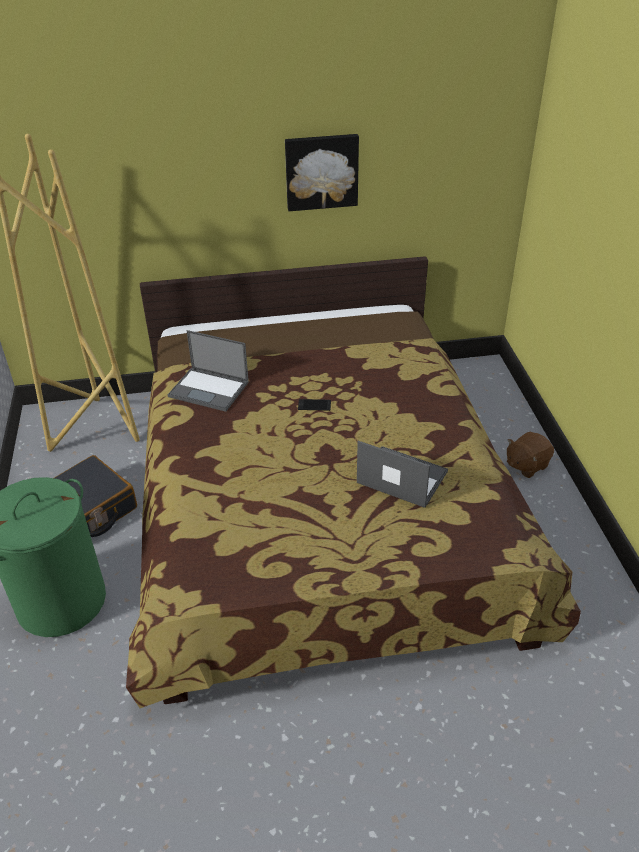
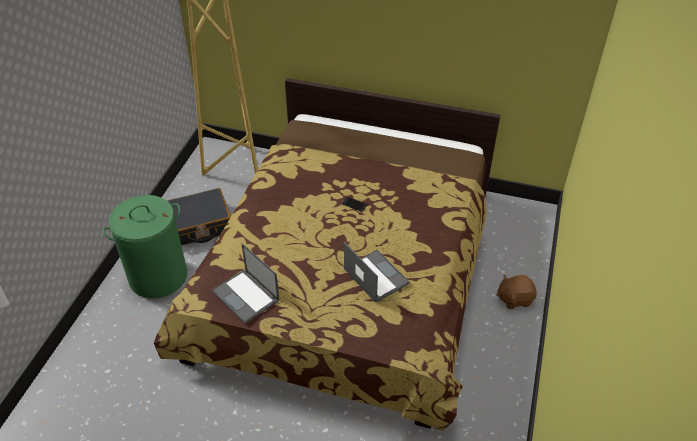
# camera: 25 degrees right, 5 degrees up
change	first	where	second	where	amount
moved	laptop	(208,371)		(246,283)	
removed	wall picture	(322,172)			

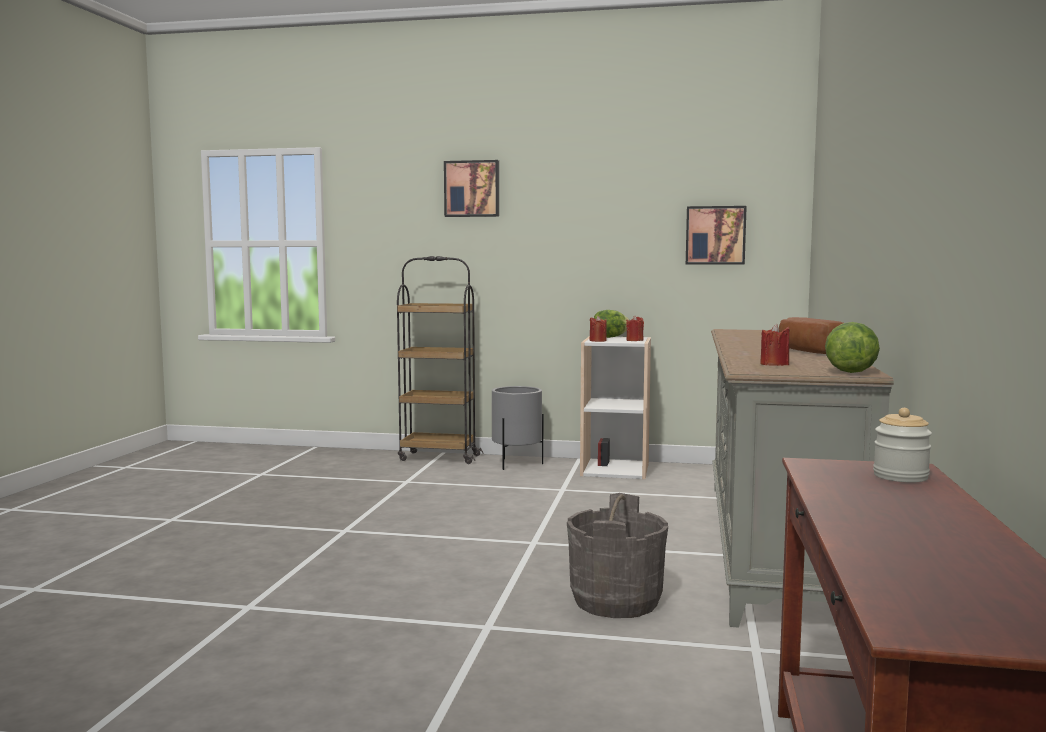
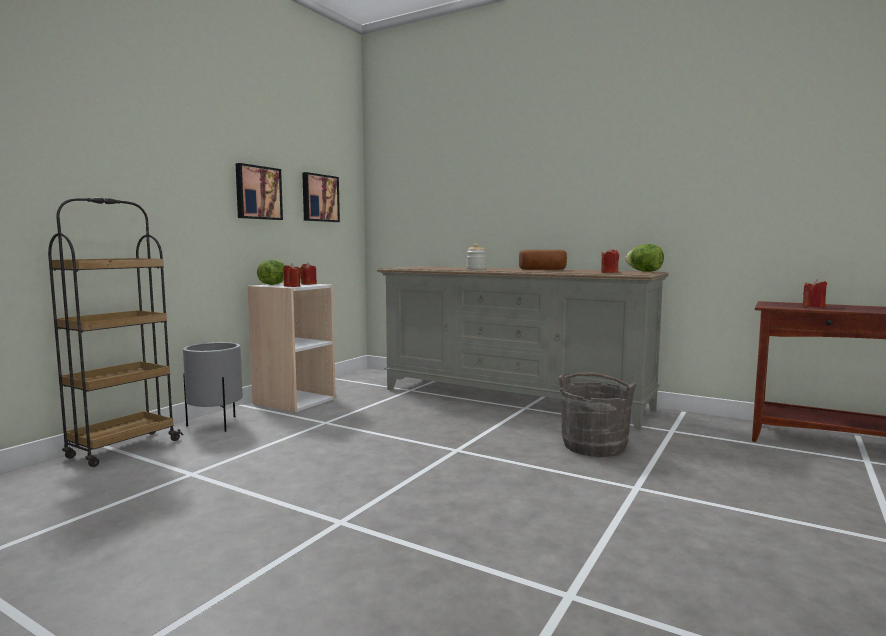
# camera: 70 degrees left, 0 degrees up
change	first	where	second	where	amount
moved	wall picture	(471,188)		(259,191)	
moved	preserve jar	(902,445)		(476,257)	
added			wax light (reddish)	(815,293)	

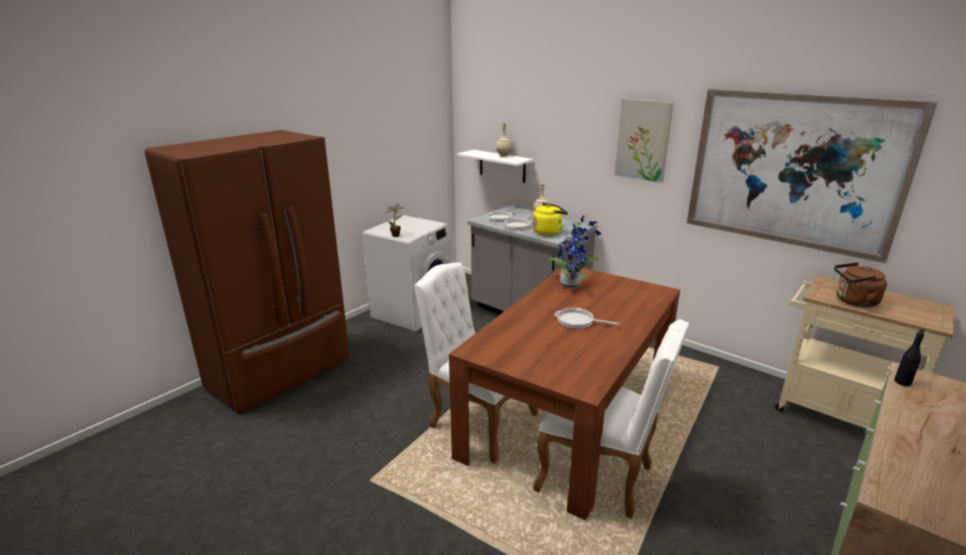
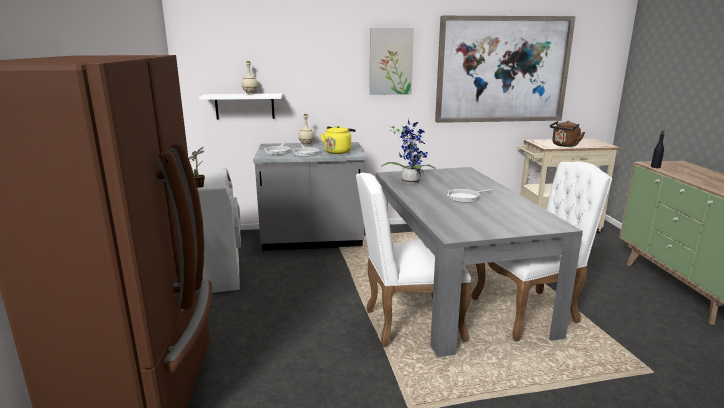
# camera: 45 degrees left, 5 degrees down
change	first	where	second	where	amount
recoloured	dining table (brown)	(564,393)	dining table (gray)	(479,262)	

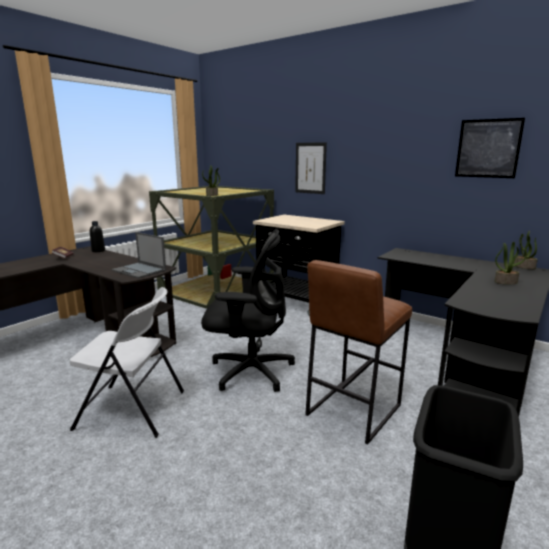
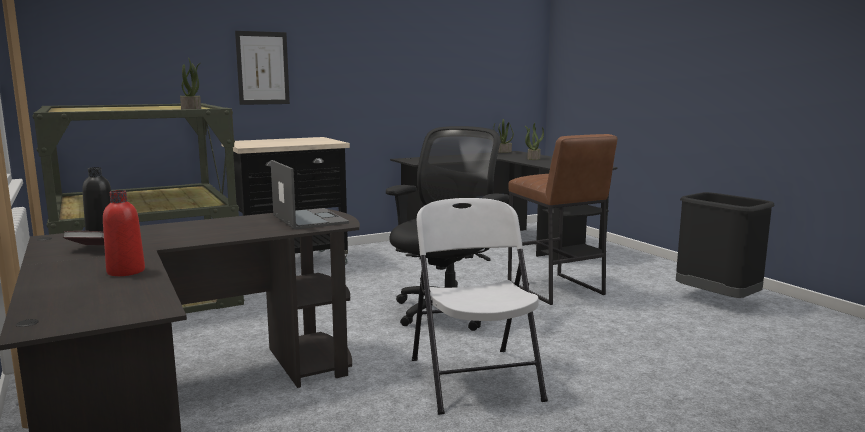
# camera: 65 degrees left, 5 degrees down
change	first	where	second	where	amount
added			drink bottle (reddish)	(124,233)	
turned	laptop	(139,255)		(309,195)	90 degrees counterclockwise
turned	plain chair (white-coloured)	(127,362)		(480,306)	45 degrees counterclockwise
removed	wall picture	(490,148)			

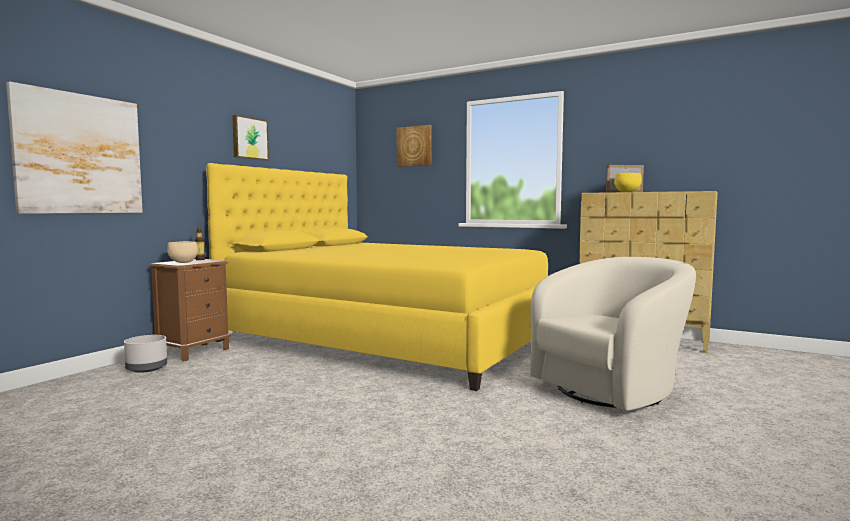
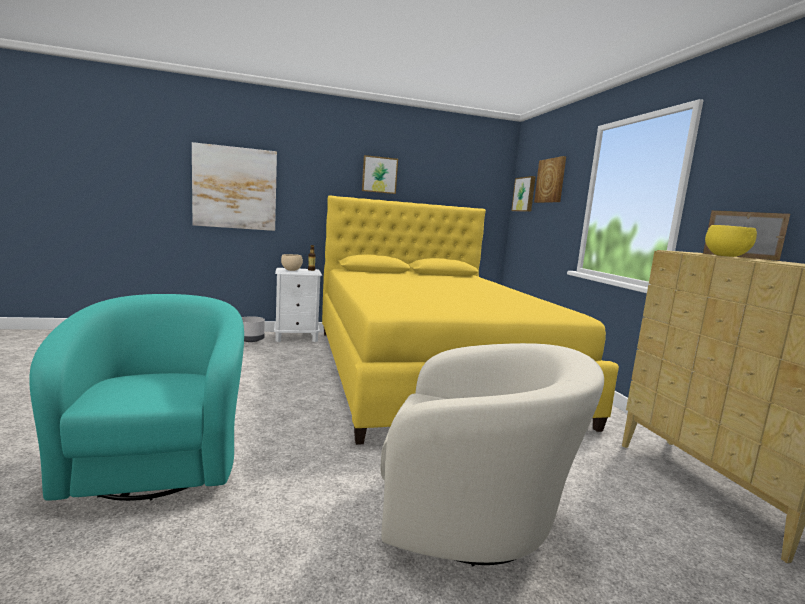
# camera: 45 degrees right, 5 degrees up
change	first	where	second	where	amount
added			easy chair (turquoise-coloured)	(136,397)	
recoloured	nightstand (brown)	(190,310)	nightstand (white-coloured)	(298,305)	
added			wall picture	(523,194)	

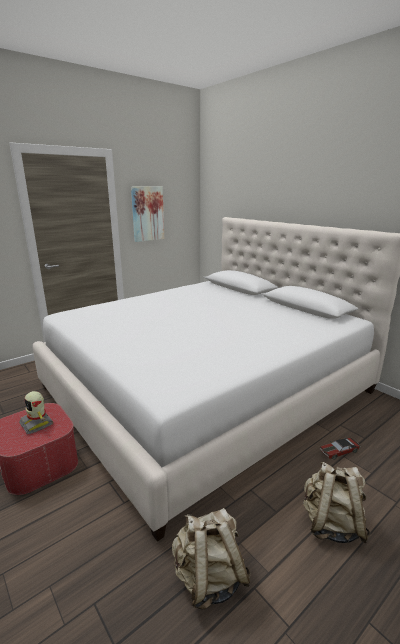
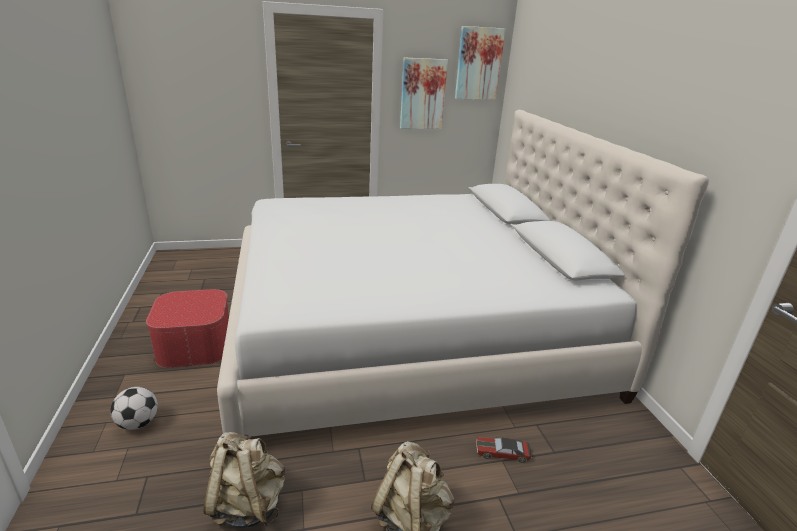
# camera: 25 degrees right, 5 degrees up
change	first	where	second	where	amount
added			football	(134,408)	
added			wall picture	(480,63)	
removed	model robot	(36,412)			

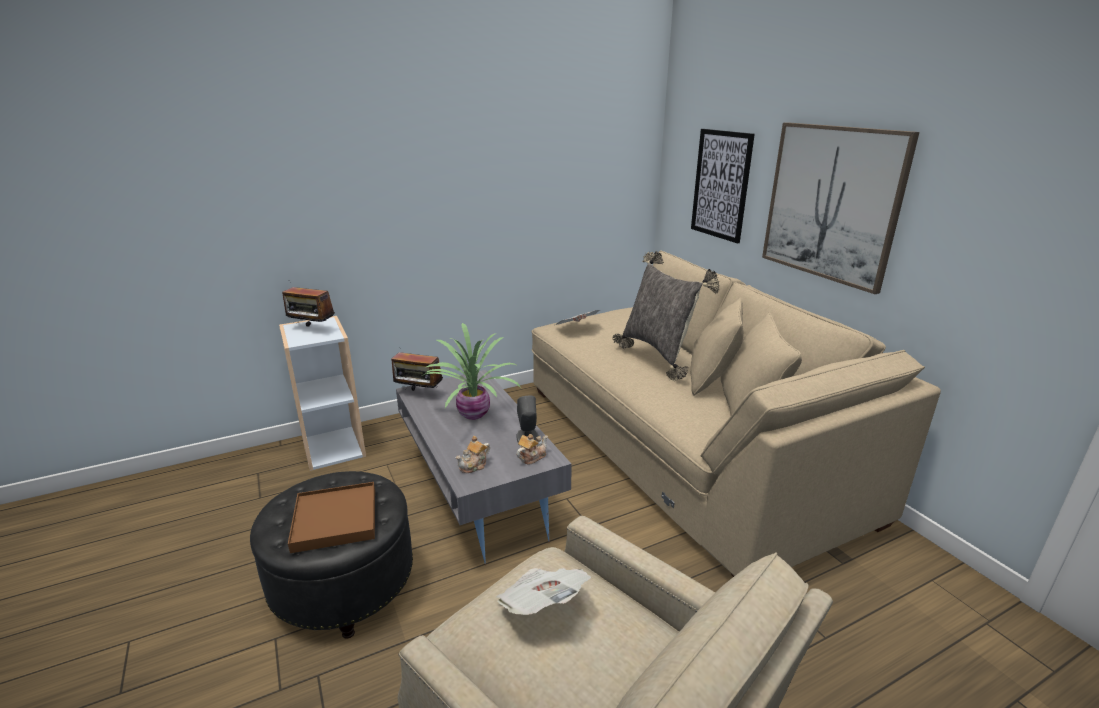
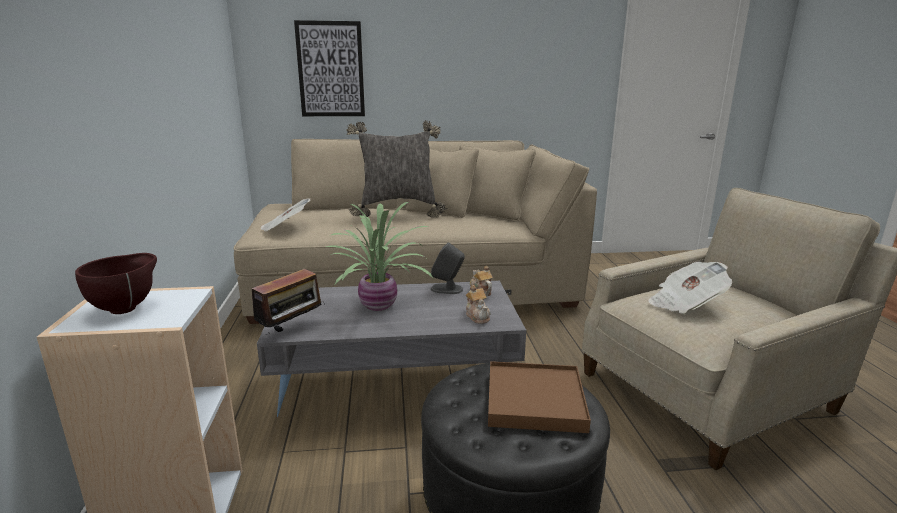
# camera: 70 degrees left, 5 degrees down
change	first	where	second	where	amount
replaced	radio	(308,303)	deep dish (brown)	(116,283)	
removed	wall picture	(840,208)			

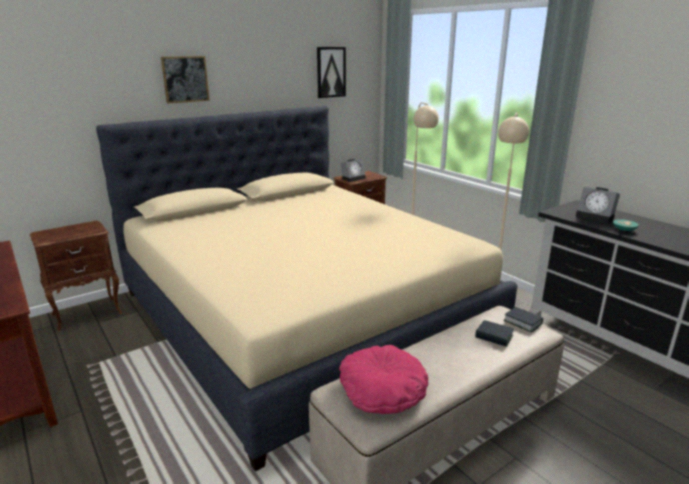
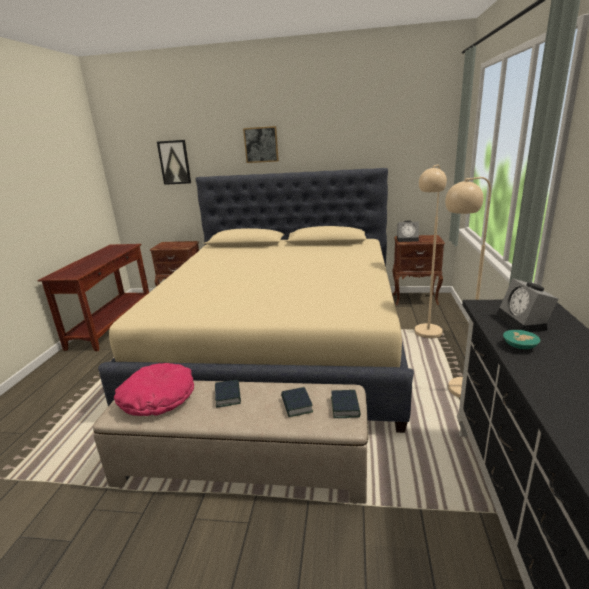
# camera: 45 degrees right, 0 degrees up
change	first	where	second	where	amount
moved	wall picture	(331,72)		(174,162)	
added			volume	(228,394)	

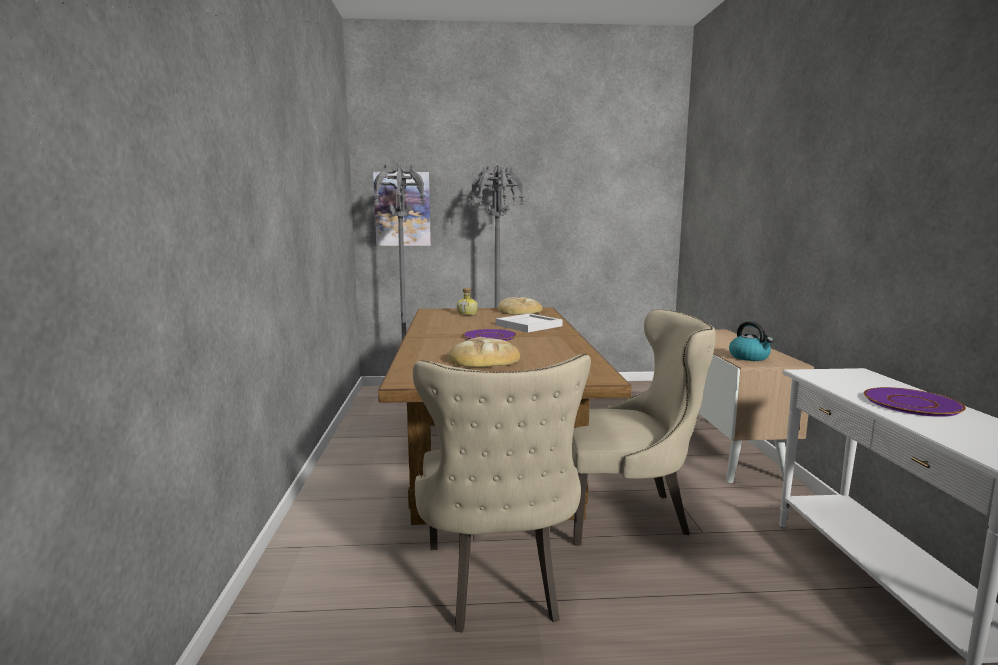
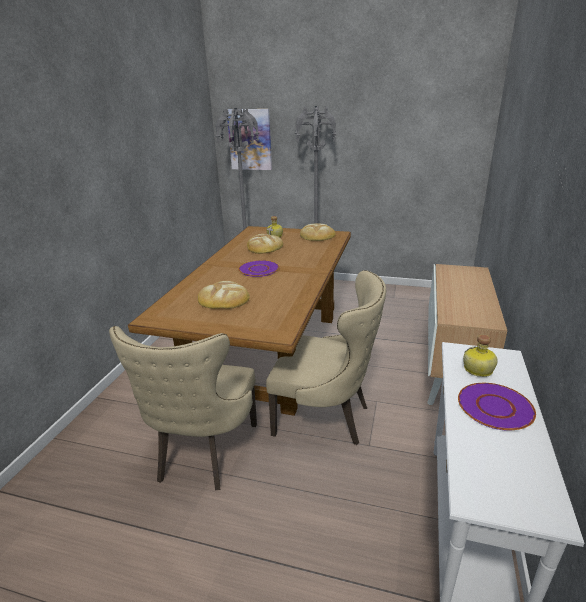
# camera: 20 degrees right, 15 degrees up
change	first	where	second	where	amount
added			bread	(265,244)	
added			drink bottle	(480,356)	
removed	carrying tray (white-coloured)	(529,322)			
removed	water kettle	(751,341)			

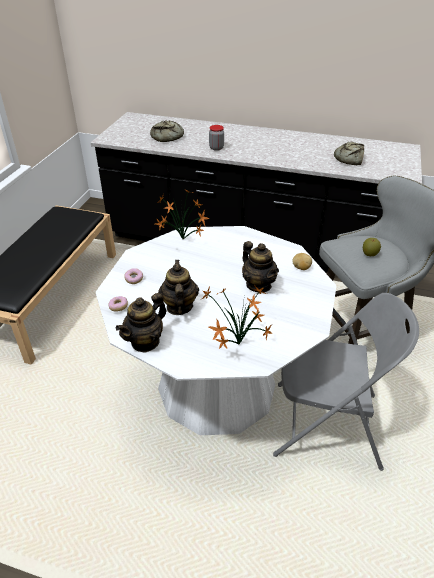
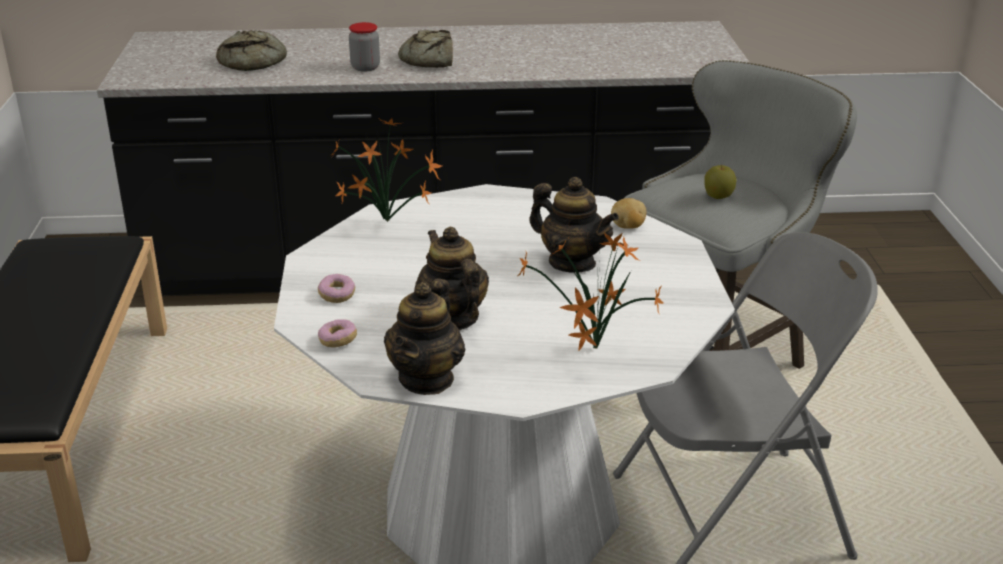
# camera: 20 degrees left, 10 degrees down
change	first	where	second	where	amount
moved	bread	(349,153)		(425,49)	

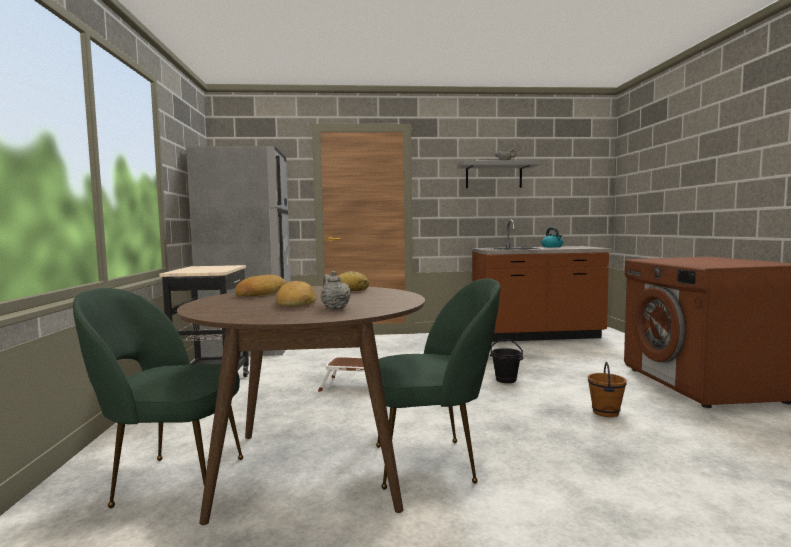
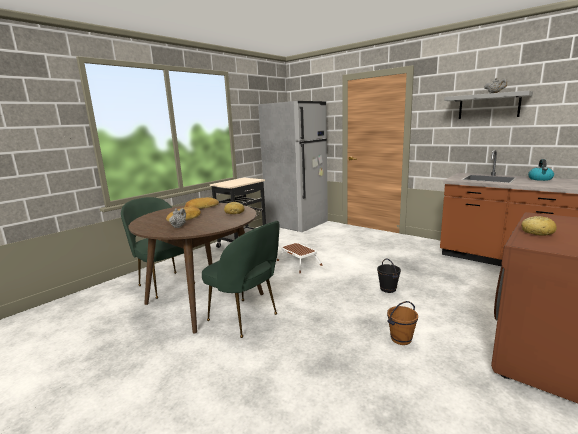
# camera: 45 degrees right, 10 degrees up
change	first	where	second	where	amount
added			bread	(539,226)	

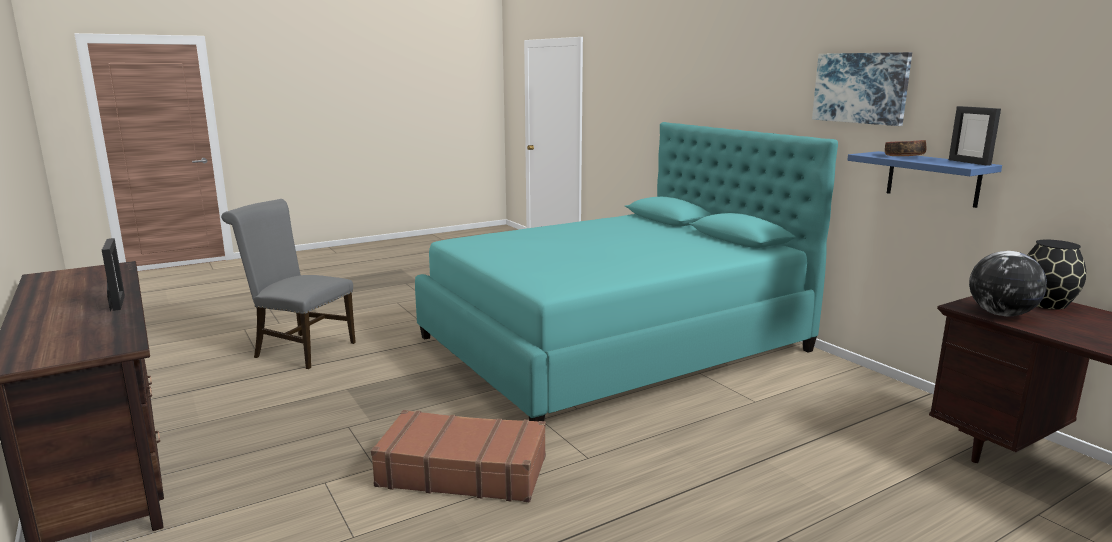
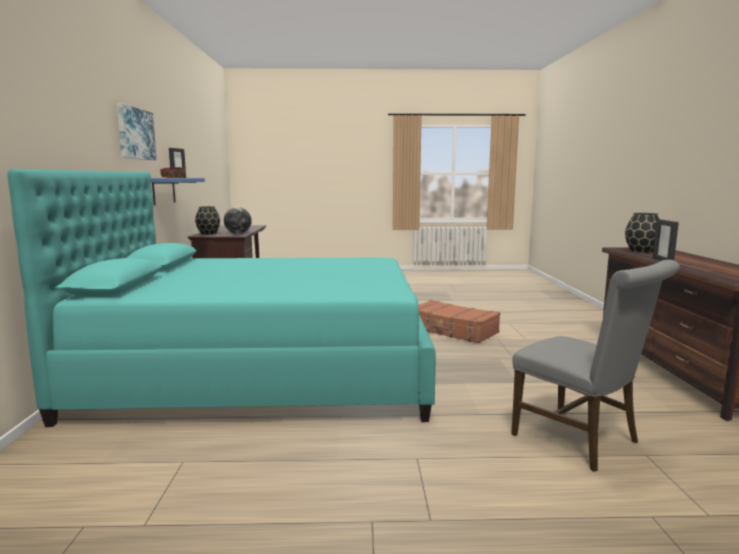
# camera: 150 degrees left, 5 degrees down
change	first	where	second	where	amount
added			decorative vase (black-coloured)	(642,233)	

